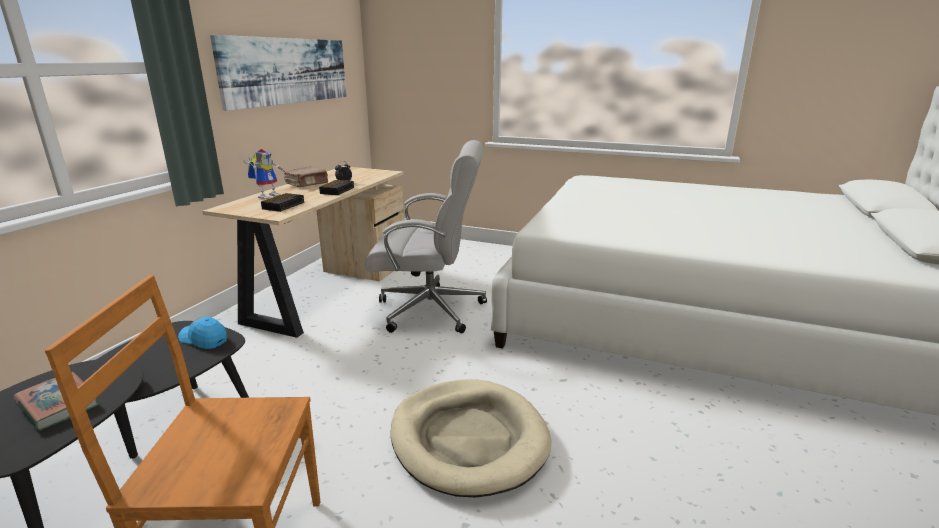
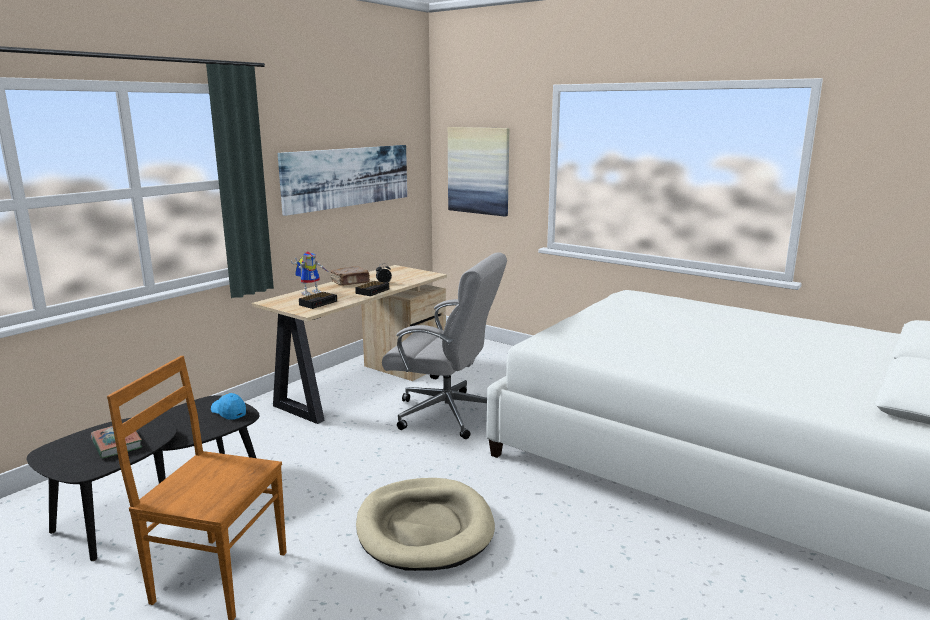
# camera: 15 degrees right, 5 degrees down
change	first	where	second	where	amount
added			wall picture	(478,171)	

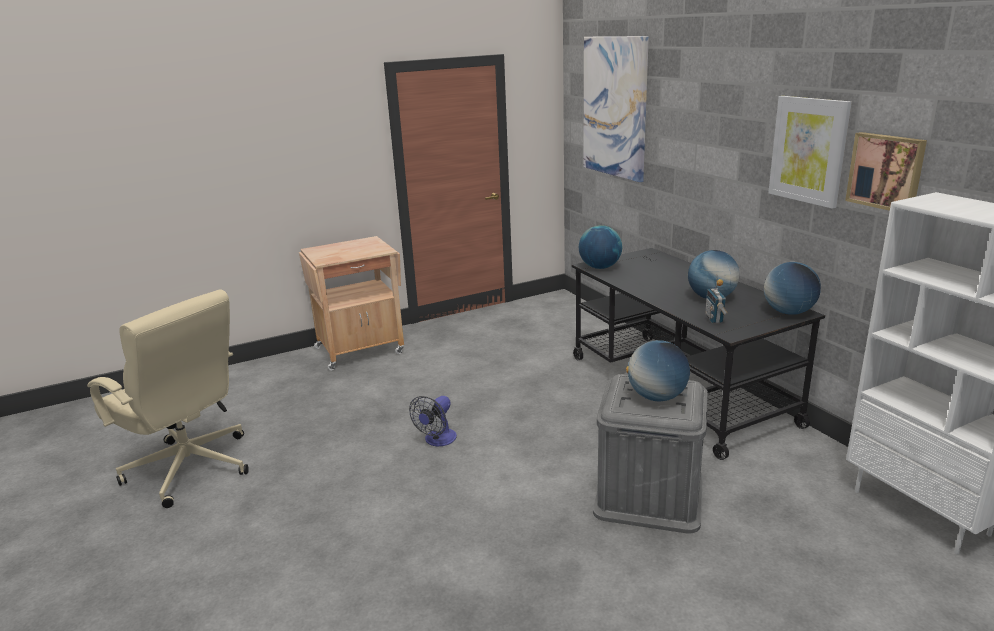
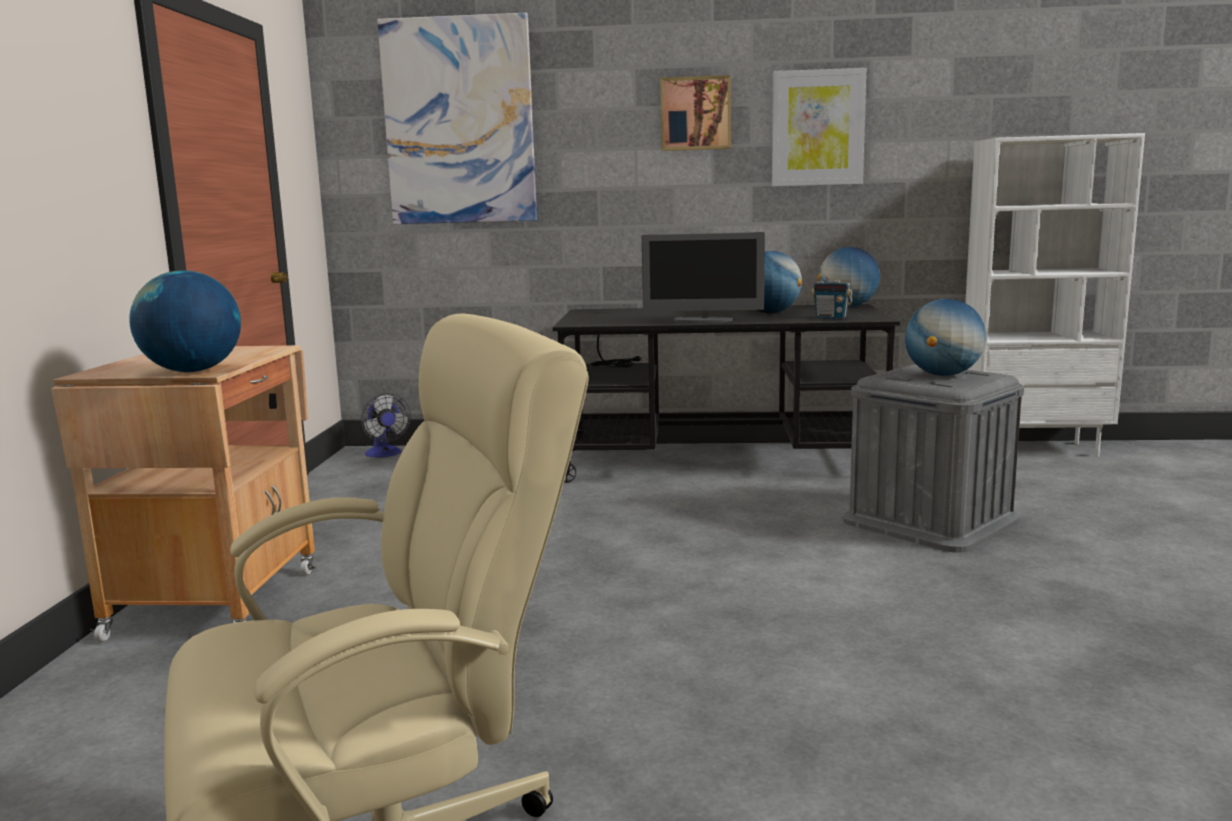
# camera: 60 degrees left, 10 degrees down
change	first	where	second	where	amount
moved	globe	(600,247)		(185,321)	
moved	cooling fan	(433,421)		(386,425)	
added			monitor	(703,277)	
moved	wall picture	(886,171)		(695,113)	

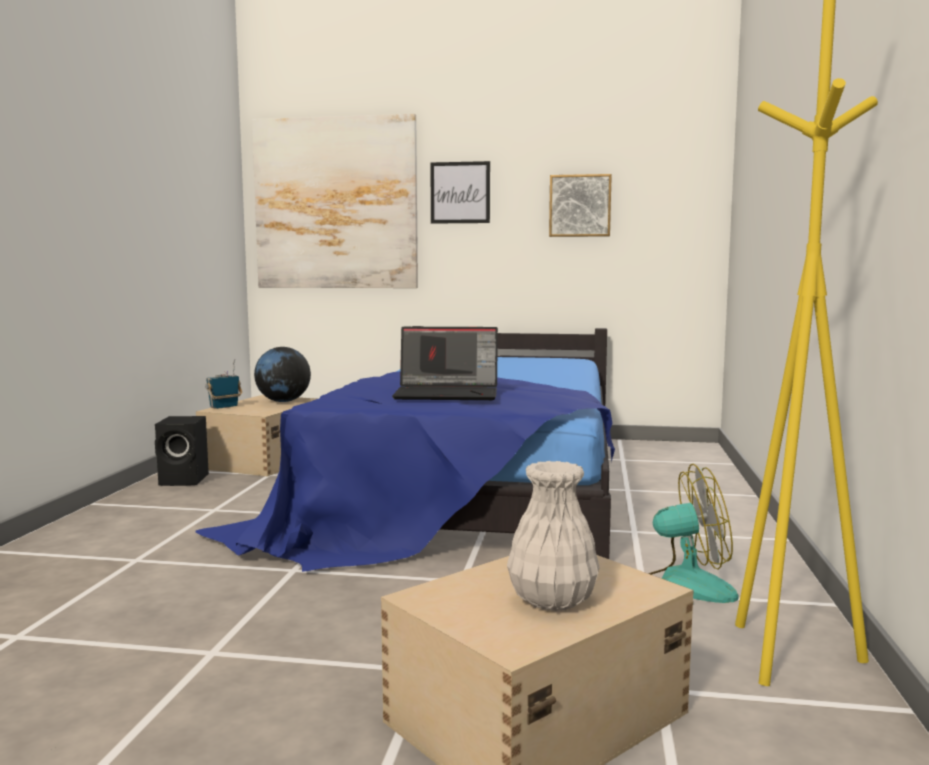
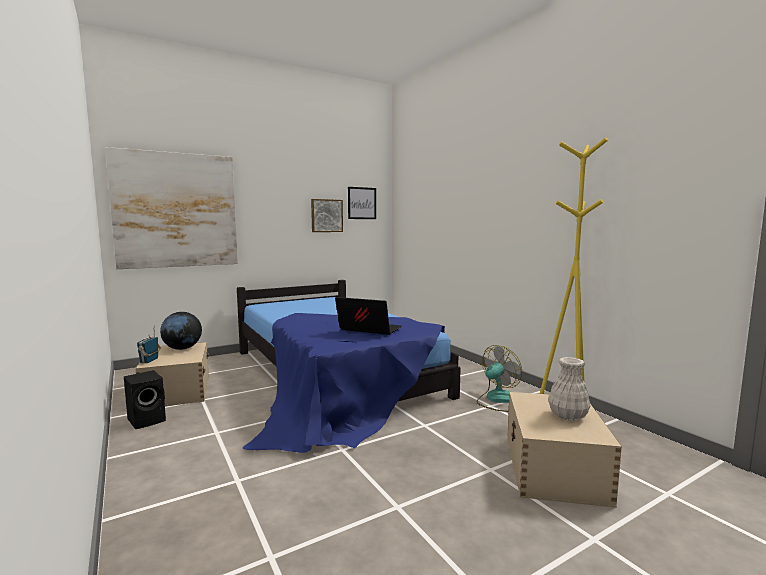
# camera: 40 degrees left, 0 degrees up
change	first	where	second	where	amount
turned	laptop	(445,363)		(368,316)	120 degrees counterclockwise
moved	wall picture	(460,192)		(362,203)	

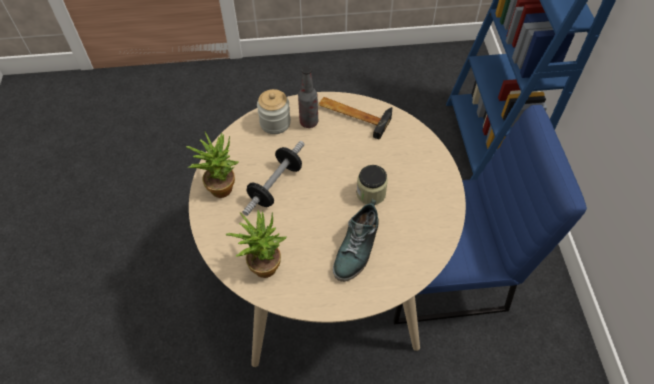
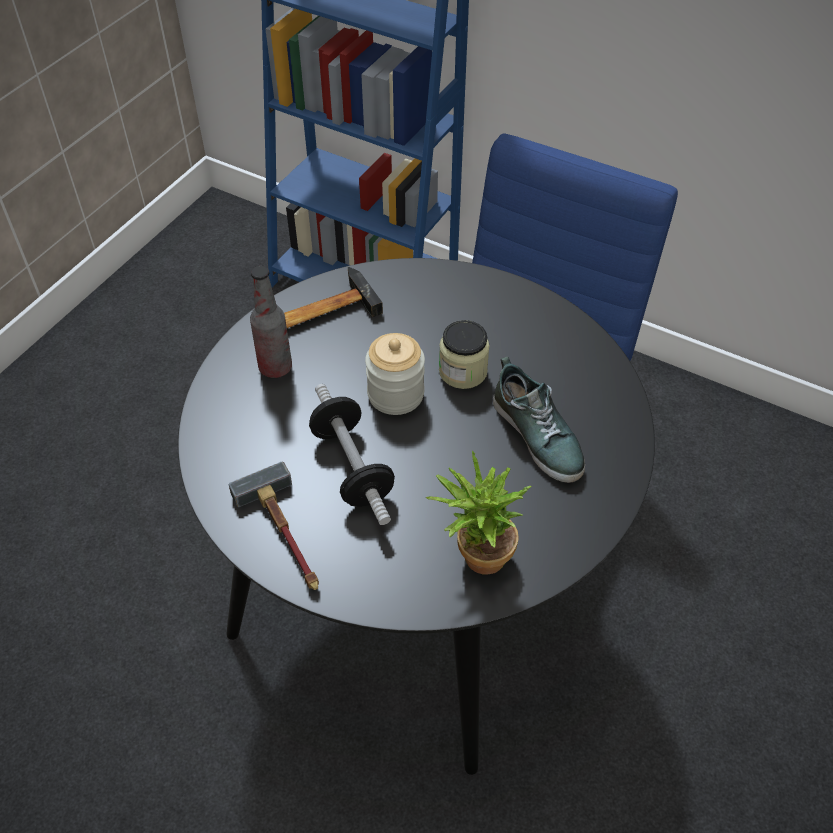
# camera: 55 degrees left, 5 degrees down
change	first	where	second	where	amount
recoloured	dining table (beige-coloured)	(327,229)	dining table (black-coloured)	(416,516)	
replaced	potted plant	(212,165)	hammer	(274,525)	
moved	preserve jar	(274,111)		(395,374)	

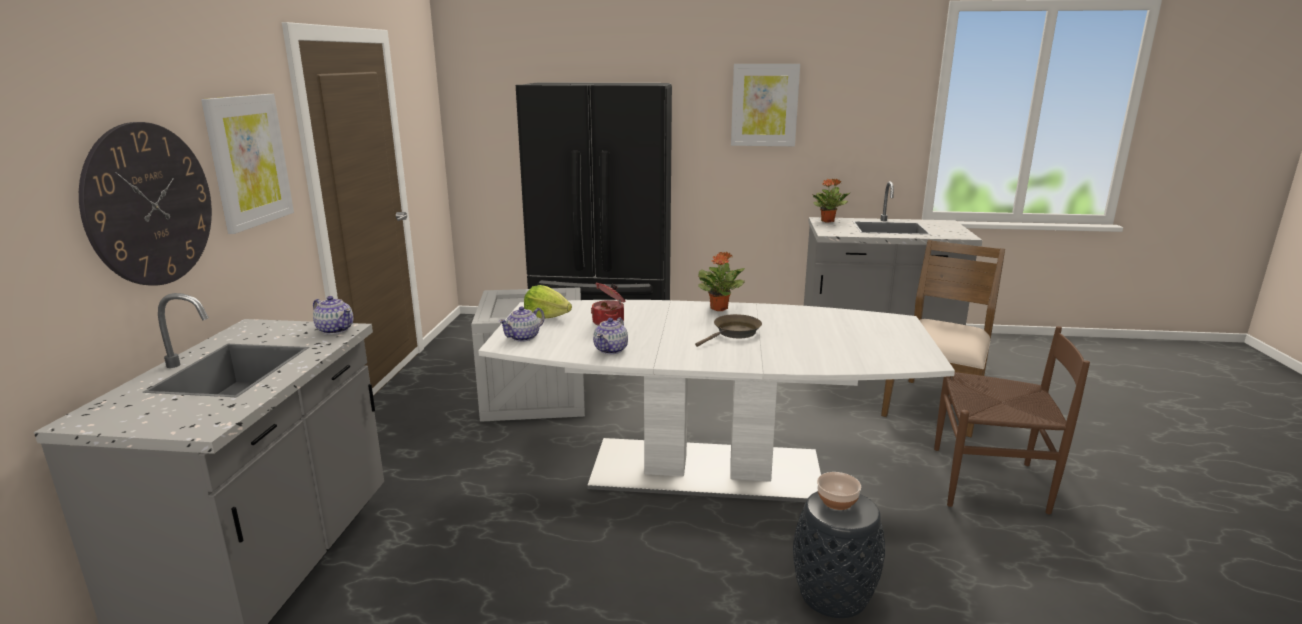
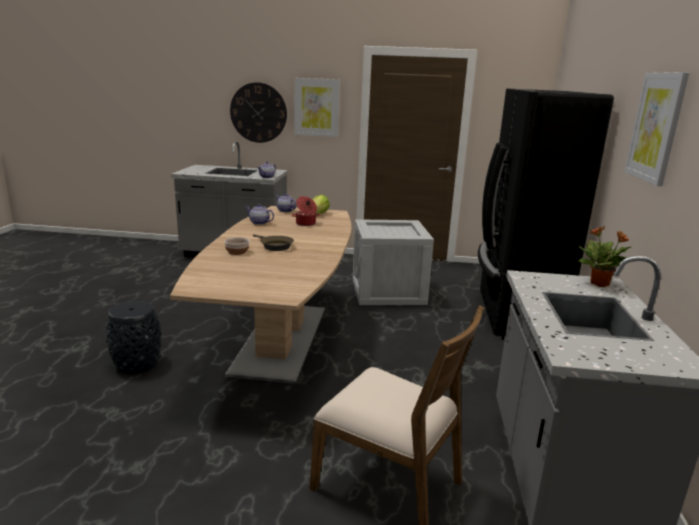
# camera: 90 degrees right, 0 degrees up
change	first	where	second	where	amount
recoloured	dining table (white-coloured)	(716,401)	dining table (brown)	(260,295)	
moved	deep dish	(839,491)		(237,246)	
removed	potted plant	(721,281)			
removed	plain chair (brown)	(1012,420)			

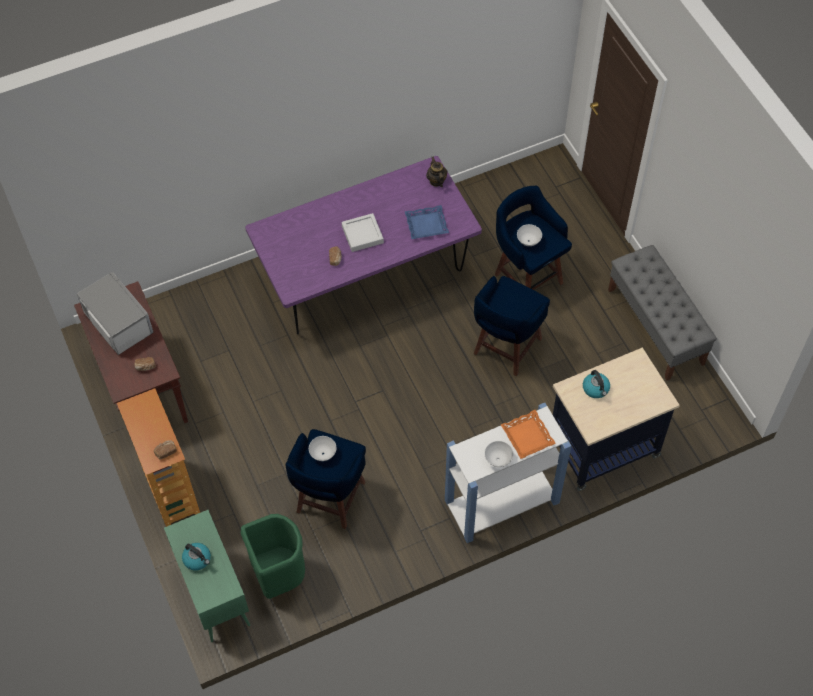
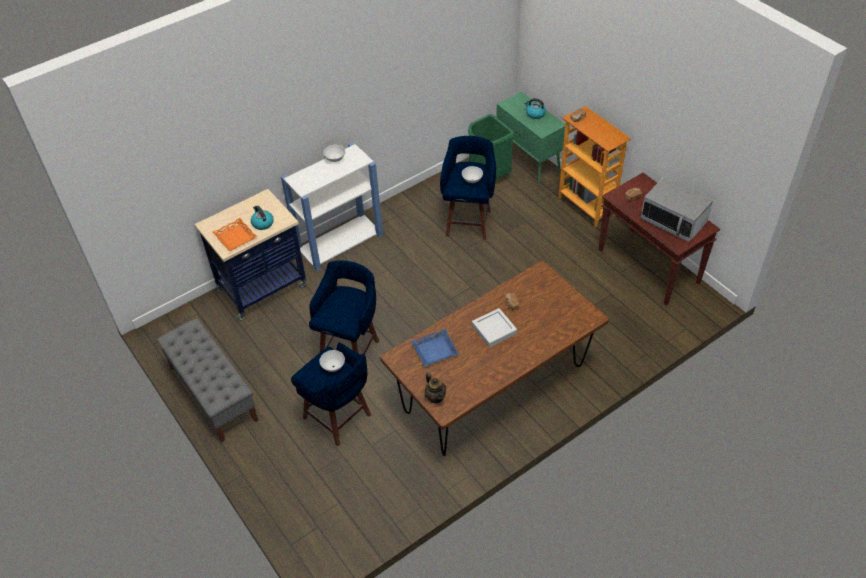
# camera: 170 degrees right, 10 degrees down
change	first	where	second	where	amount
moved	carrying tray (orange-coloured)	(528,434)		(235,234)	
recoloured	dining table (purplish)	(363,245)	dining table (brown)	(494,358)	

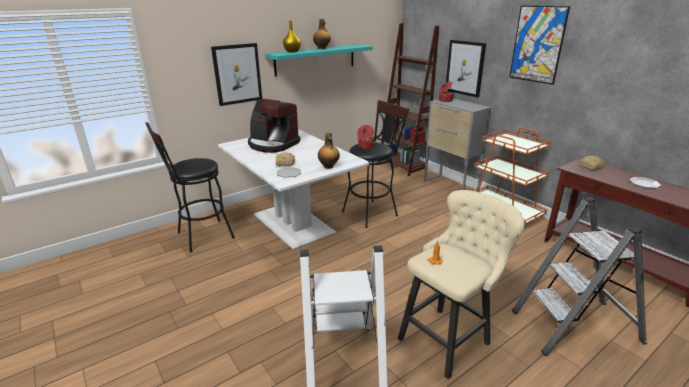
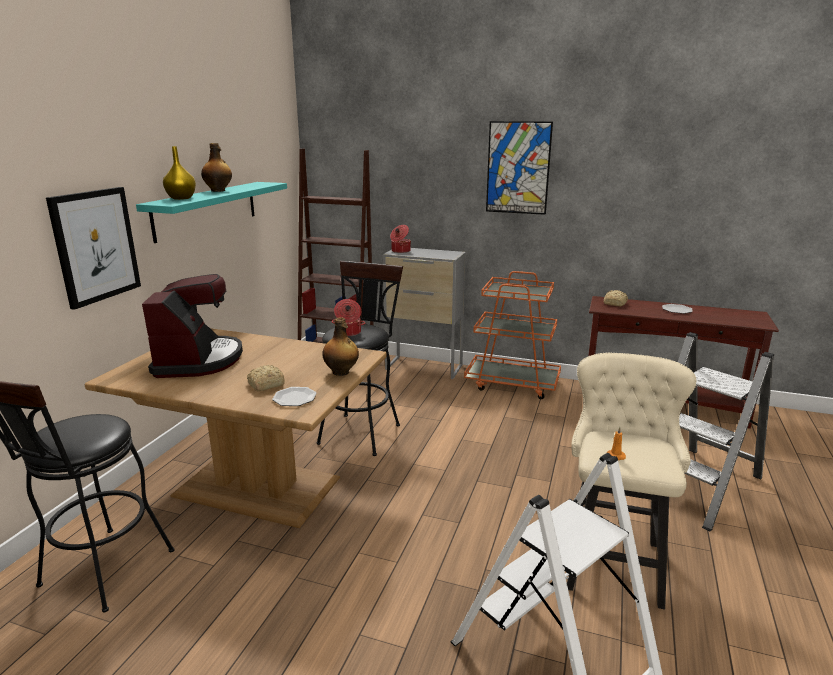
# camera: 35 degrees left, 5 degrees down
change	first	where	second	where	amount
recoloured	dining table (white-coloured)	(293,189)	dining table (brown)	(235,428)	
turned	coffee machine	(274,126)		(192,326)	90 degrees counterclockwise
removed	wall picture	(466,69)			

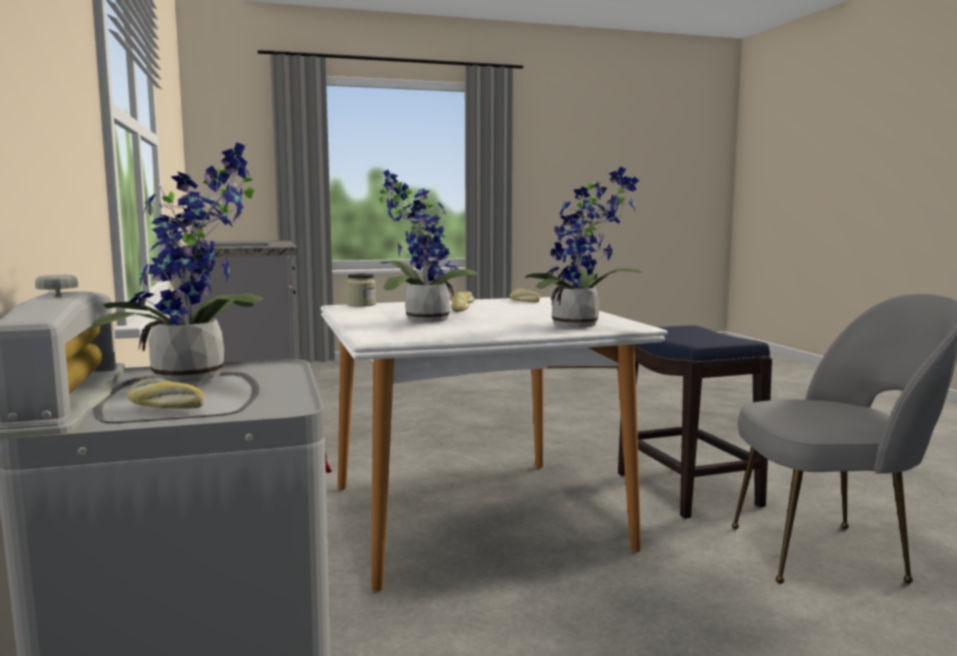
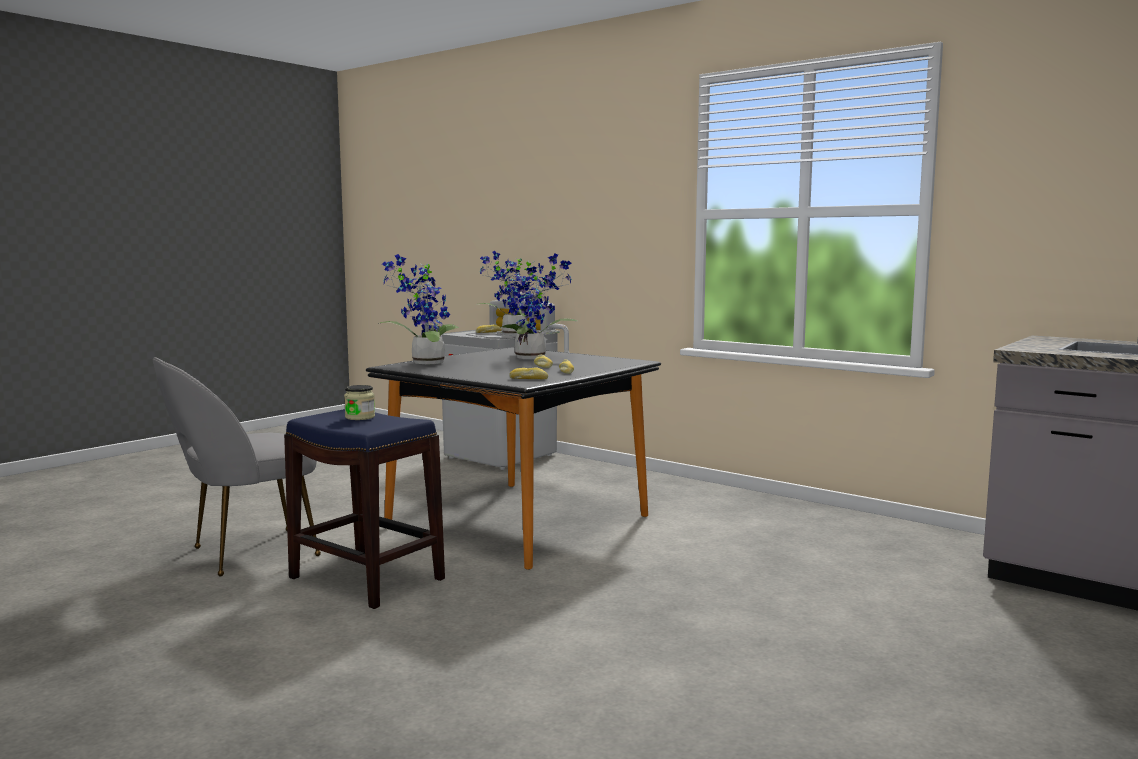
# camera: 145 degrees right, 0 degrees up
change	first	where	second	where	amount
moved	preserve jar	(361,290)		(359,402)	
recoloured	dining table (white-coloured)	(494,444)	dining table (black-coloured)	(513,458)	

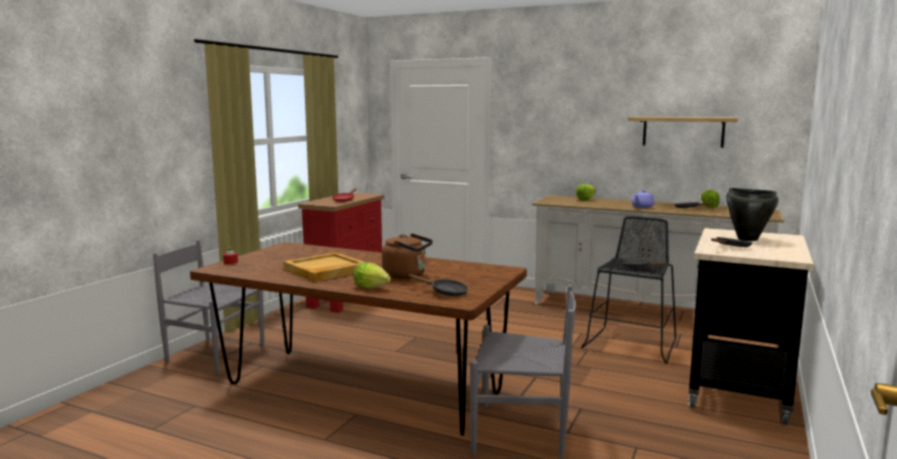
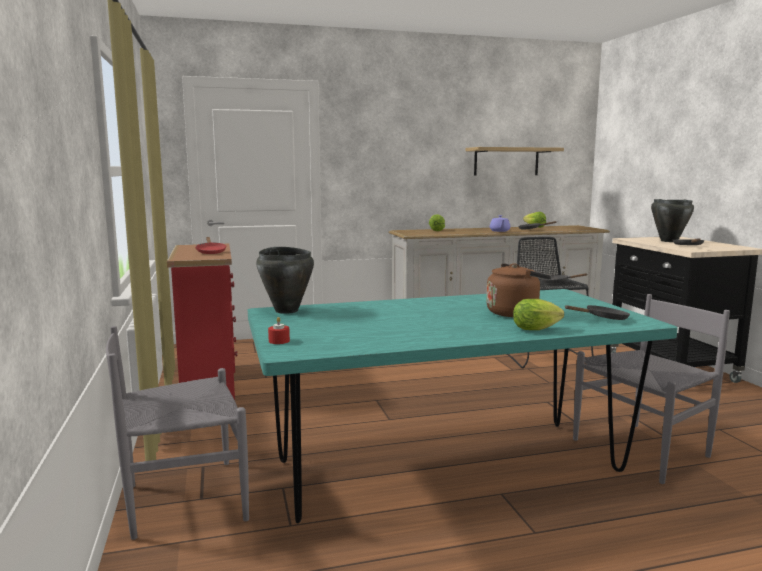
# camera: 40 degrees left, 0 degrees up
change	first	where	second	where	amount
recoloured	dining table (brown)	(358,339)	dining table (turquoise-coloured)	(463,406)	
added			stockpot (black-coloured)	(285,280)	
removed	carrying tray (beige-coloured)	(324,267)			

